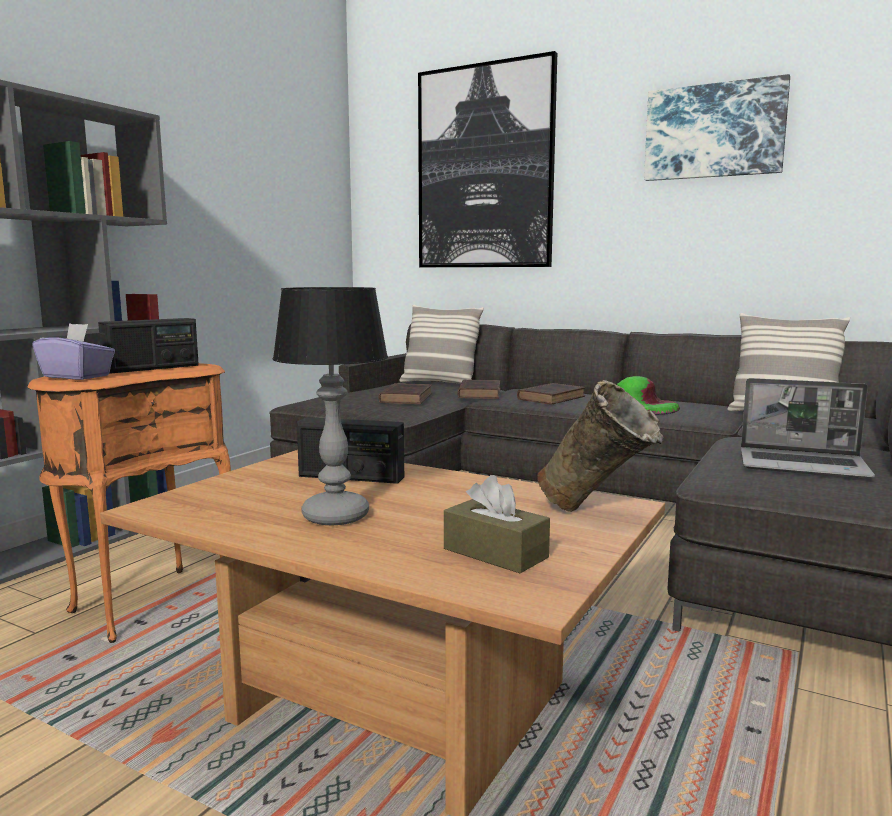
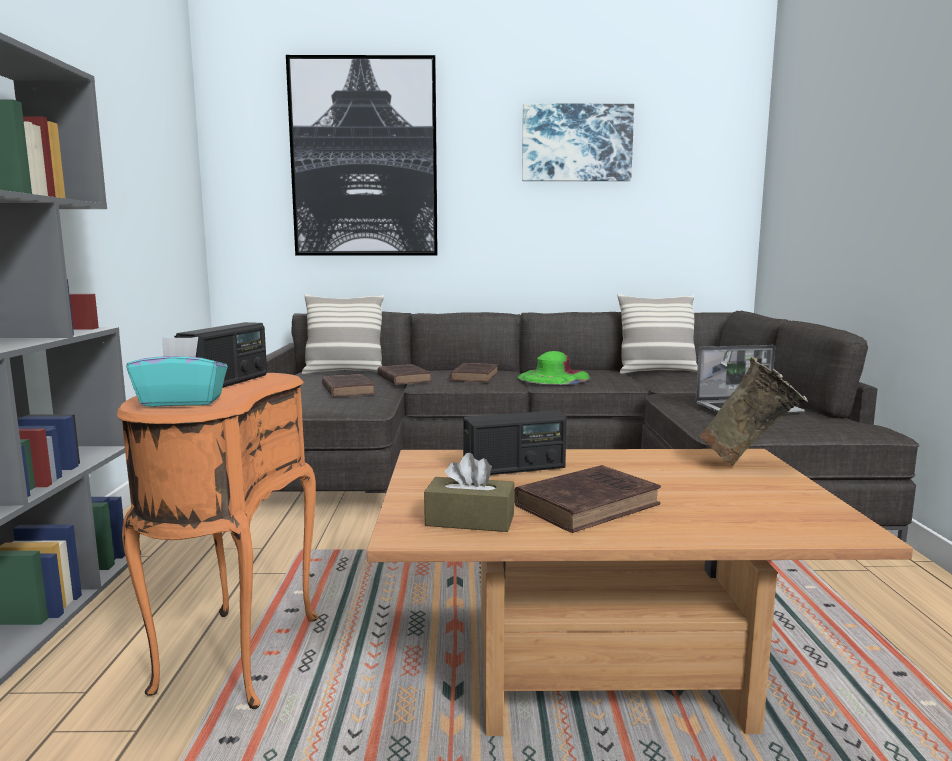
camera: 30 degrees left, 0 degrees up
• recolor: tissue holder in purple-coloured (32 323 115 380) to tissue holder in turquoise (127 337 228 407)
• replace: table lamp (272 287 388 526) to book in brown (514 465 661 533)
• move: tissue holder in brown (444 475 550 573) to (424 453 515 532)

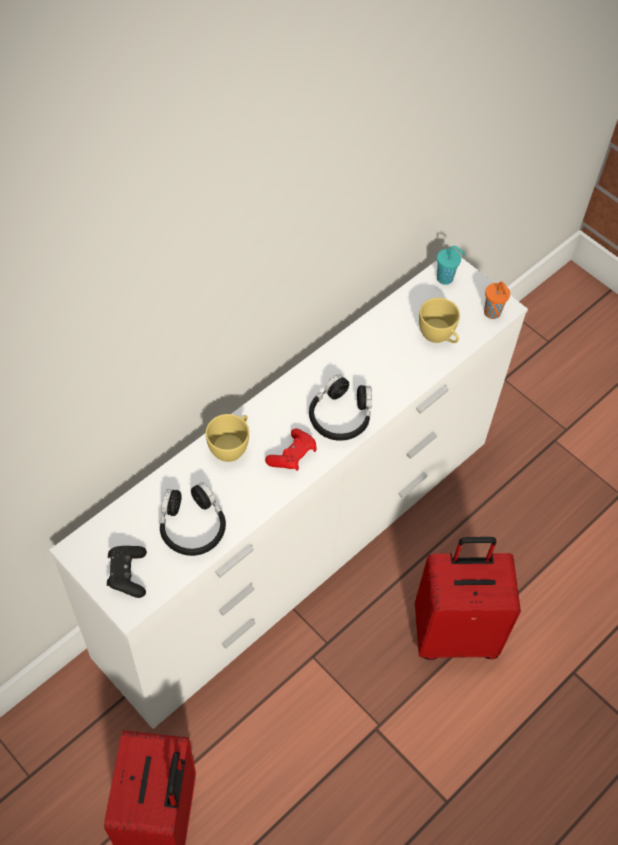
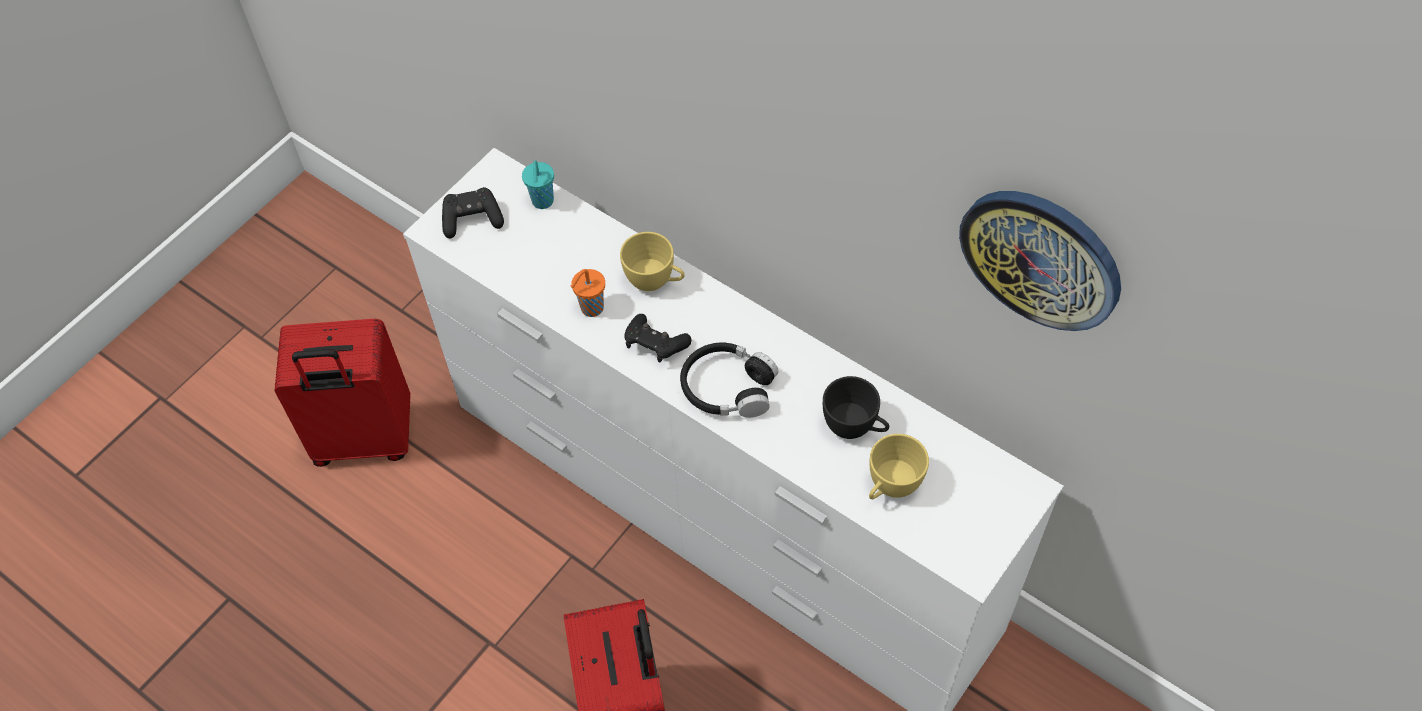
camera: 85 degrees right, 0 degrees up
• delete: headphones in black (160 482 226 556)
• recolor: game controller in reddish (265 428 316 471) to game controller in black (625 314 691 362)
• move: small cup in turquoise (437 246 465 285) to (522 160 554 209)
• move: small cup in orangey (484 282 510 319) to (571 269 605 317)
• insert: small cup in black (823 376 889 439)
• insert: clock on the wall (959 191 1121 331)

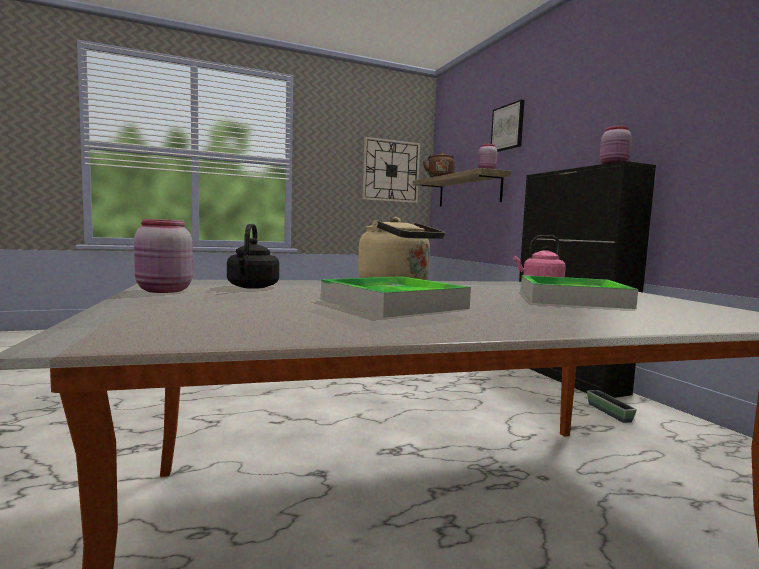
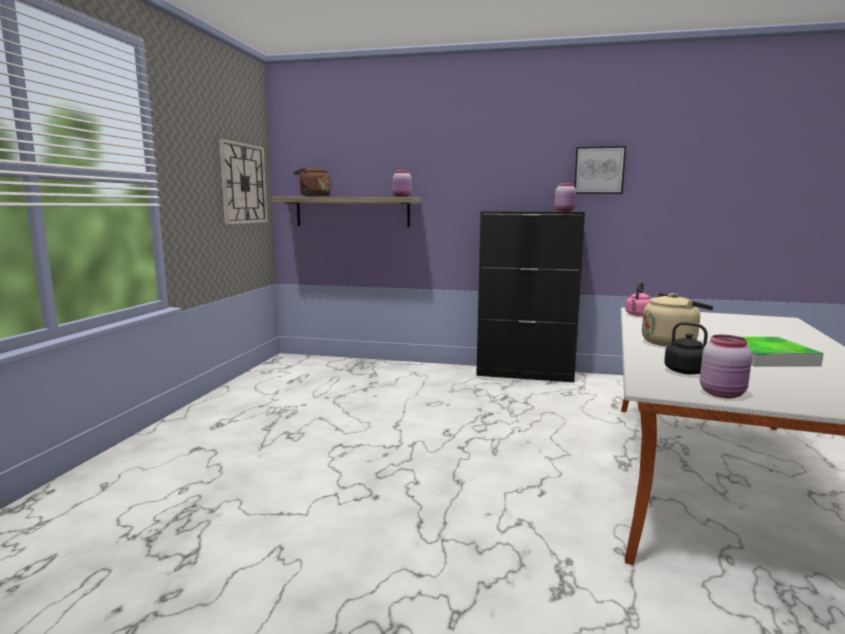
camera: 55 degrees left, 5 degrees up
• move: picture (491 100 524 152) to (574 146 626 194)
• delete: carrying tray (521 275 638 309)
• delete: flower pot (587 390 637 423)

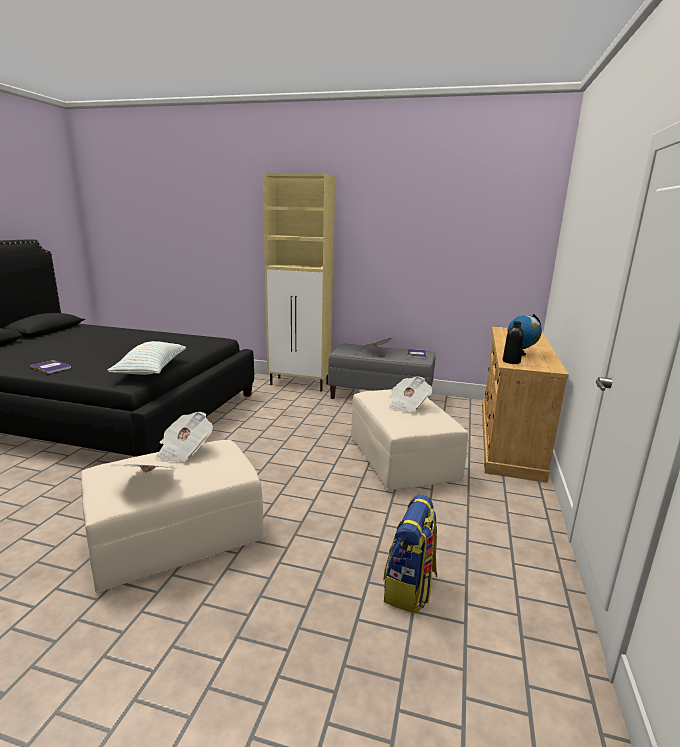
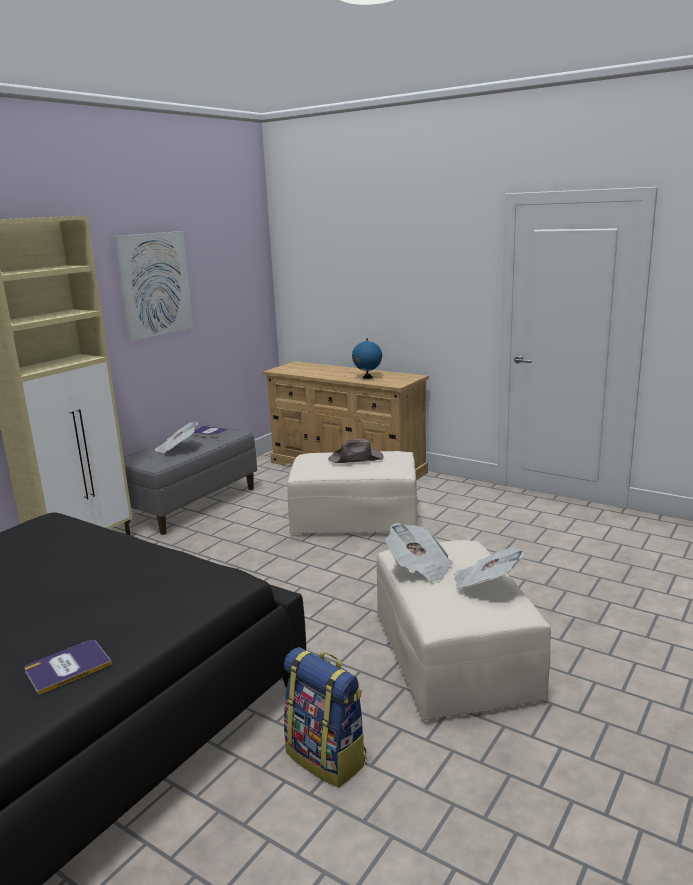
camera: 70 degrees left, 0 degrees up
• delete: cushion (108 341 186 375)
• move: knapsack (383 494 437 614) to (284 647 367 788)
• replace: printed paper (389 376 432 412) to wearable hat in brown (328 439 384 463)
• delete: drink bottle in black (503 321 524 364)
• insert: picture (114 231 194 342)

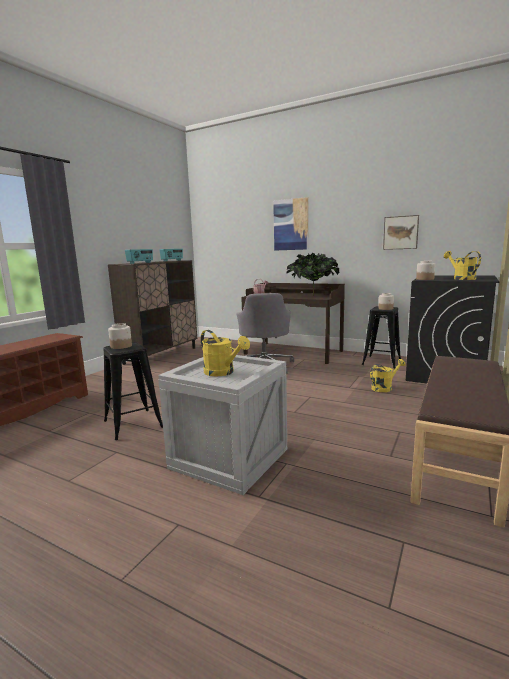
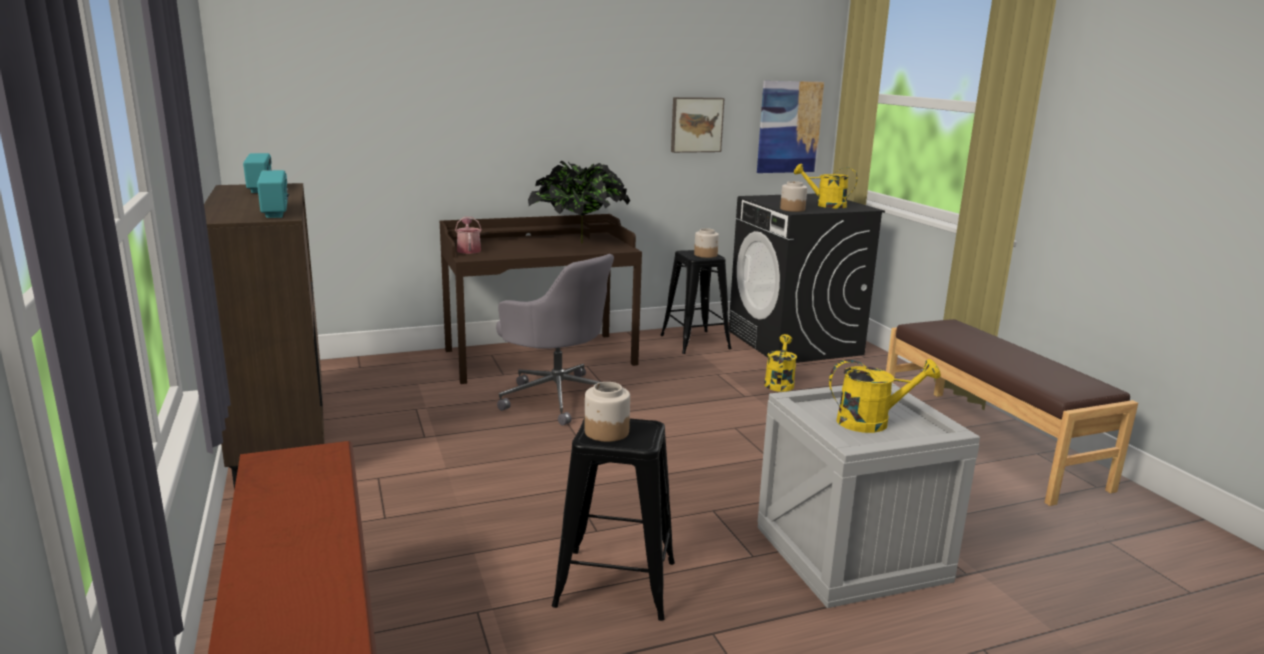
camera: 50 degrees left, 5 degrees up
• move: picture (273 197 308 251) to (757 81 824 173)

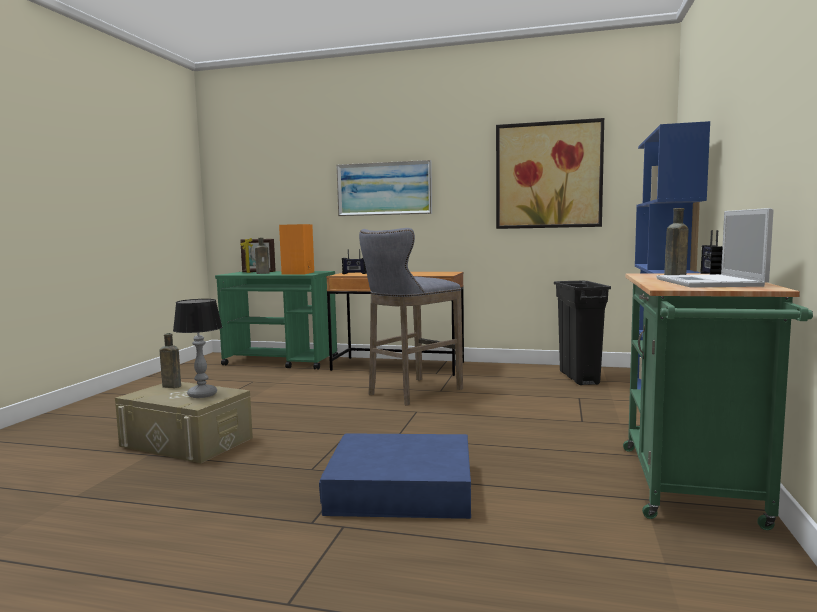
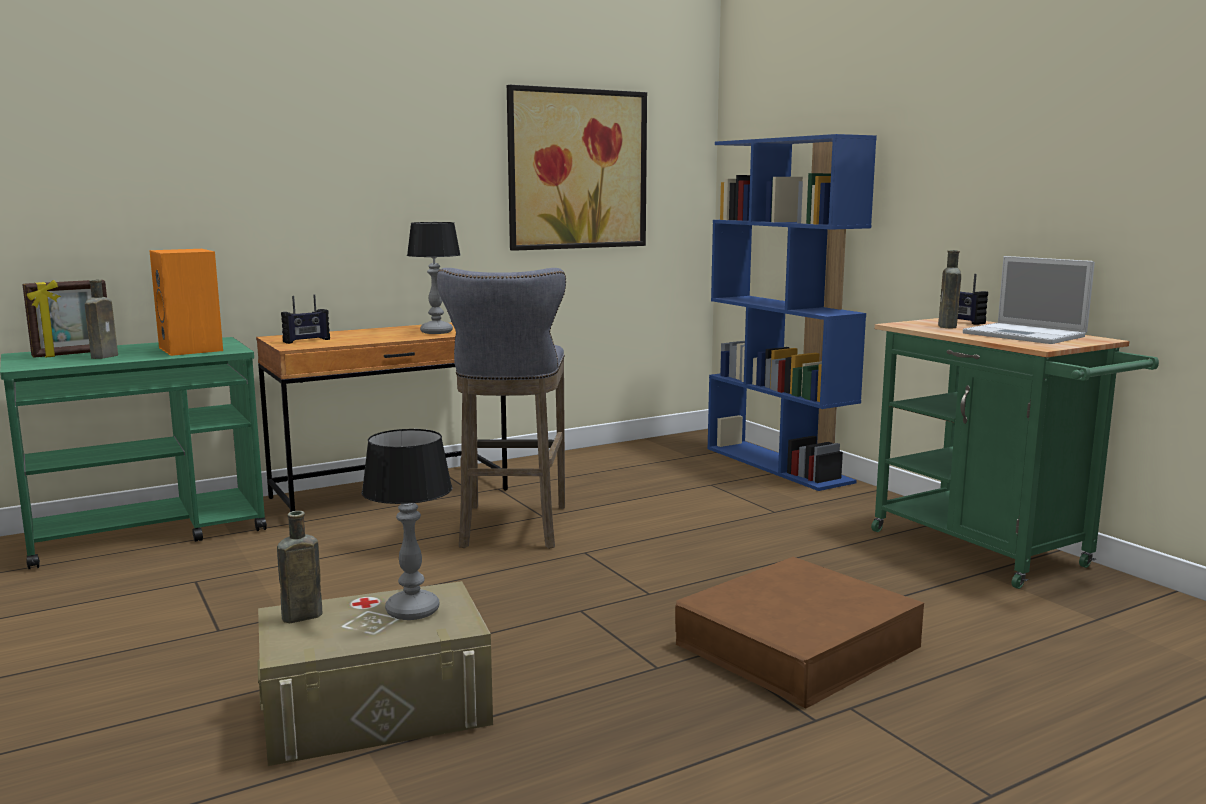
camera: 45 degrees left, 5 degrees up
• recolor: storage bin in blue (319 433 471 519) to storage bin in brown (675 557 924 708)
• delete: picture (337 160 432 216)
• delete: rubbish bin in black (554 281 611 385)
• insert: table lamp (407 222 461 334)

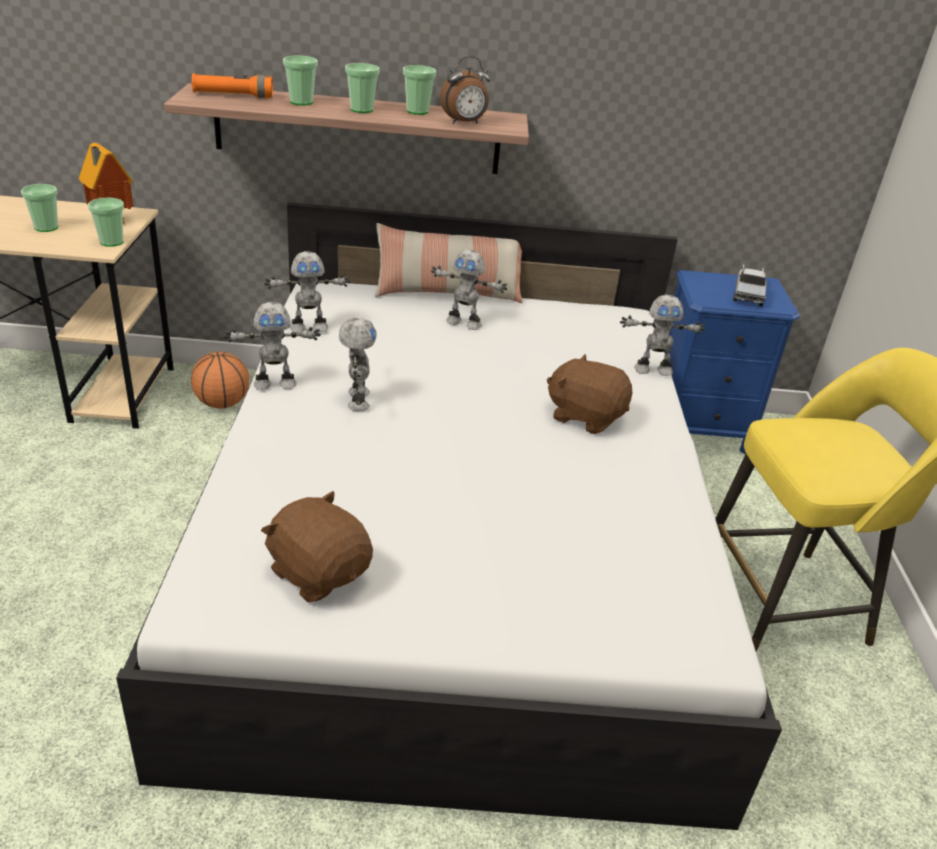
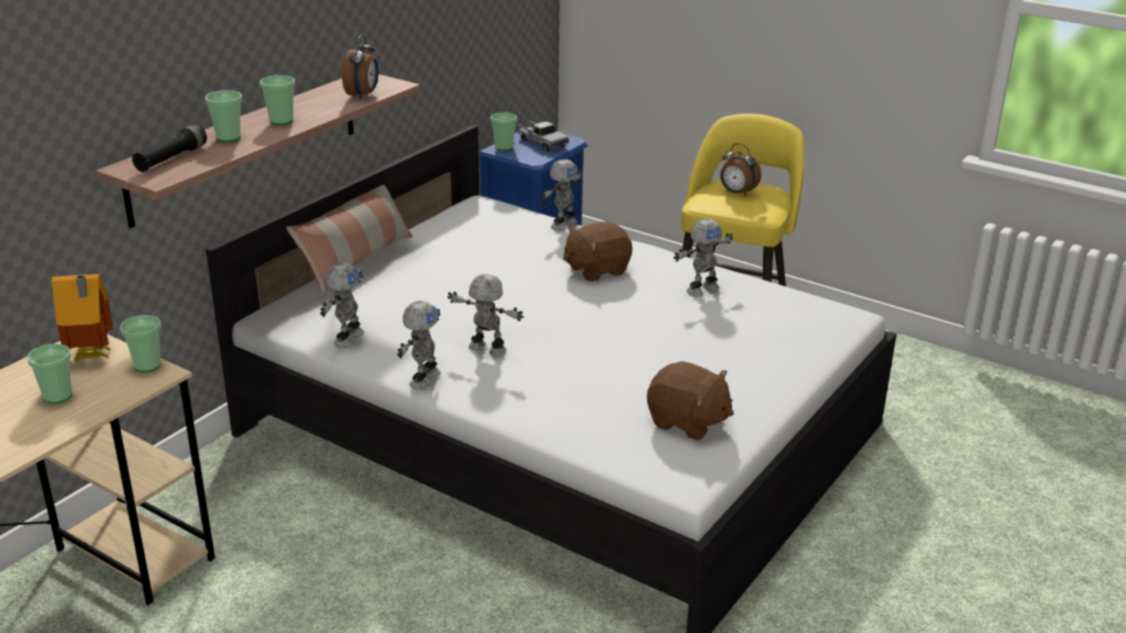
camera: 55 degrees left, 5 degrees down
• delete: ball for basketball (191 352 249 409)
• recolor: hand torch in orangey (192 73 273 98) to hand torch in black (132 124 207 172)
• rotate: plush toy in brown (261 491 373 602) = (647 361 734 440) 135 degrees counterclockwise
• move: small cup (403 65 436 115) to (490 112 517 151)
• move: robot figure (431 250 507 330) to (674 219 733 297)
• insert: alarm clock (720 143 761 196)

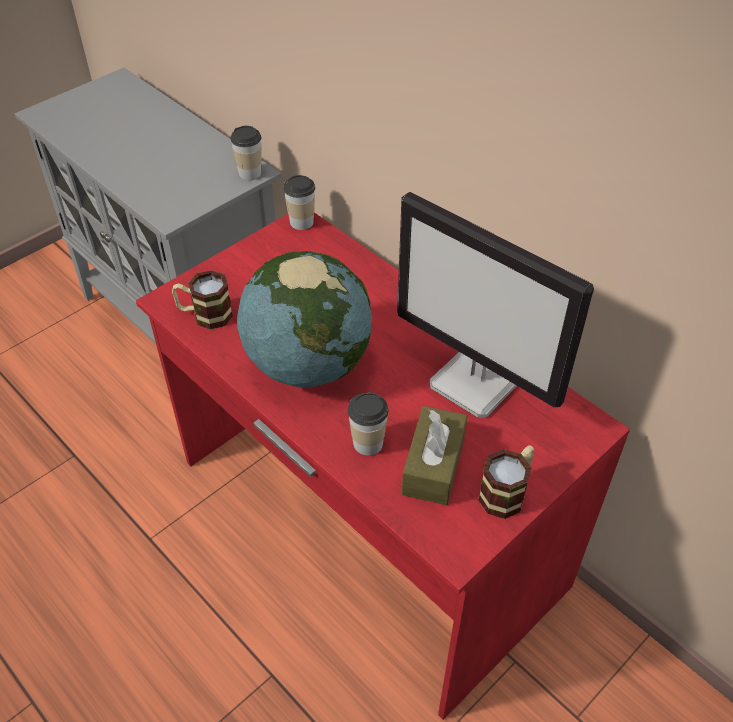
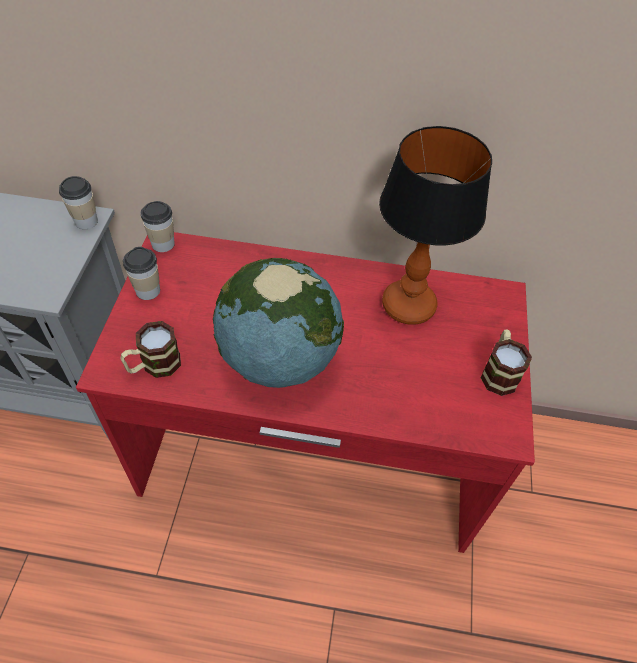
camera: 40 degrees left, 5 degrees up
• move: small cup (348 392 388 456) to (123 247 160 300)
• replace: monitor (397 192 594 418) to table lamp (379 126 492 325)
• delete: tissue holder in brown (402 406 467 505)

